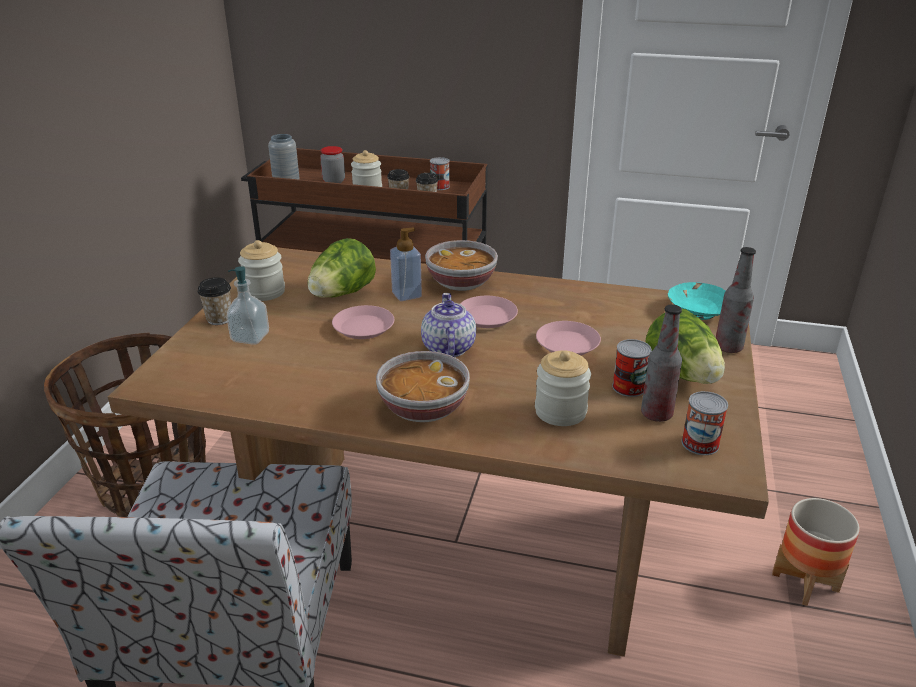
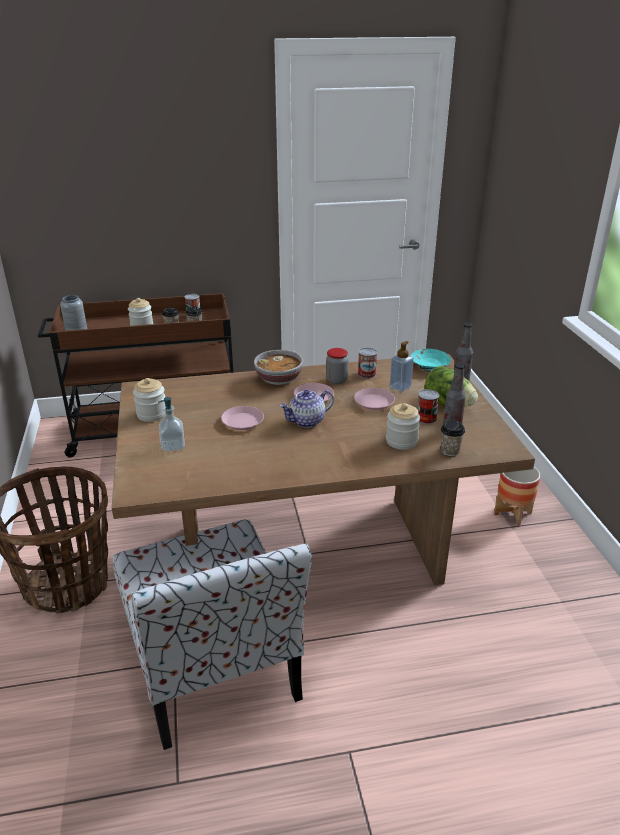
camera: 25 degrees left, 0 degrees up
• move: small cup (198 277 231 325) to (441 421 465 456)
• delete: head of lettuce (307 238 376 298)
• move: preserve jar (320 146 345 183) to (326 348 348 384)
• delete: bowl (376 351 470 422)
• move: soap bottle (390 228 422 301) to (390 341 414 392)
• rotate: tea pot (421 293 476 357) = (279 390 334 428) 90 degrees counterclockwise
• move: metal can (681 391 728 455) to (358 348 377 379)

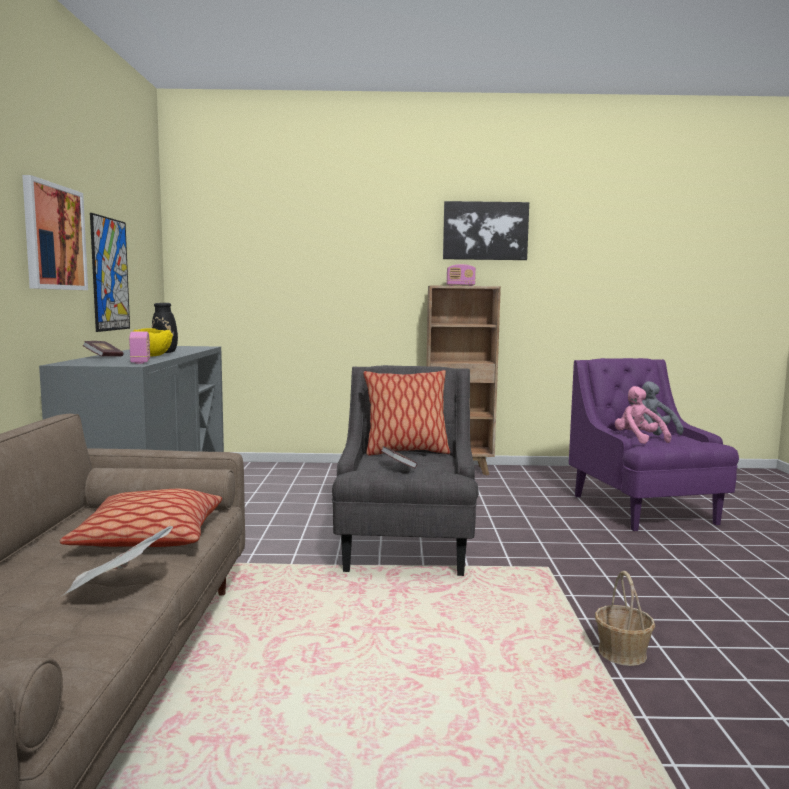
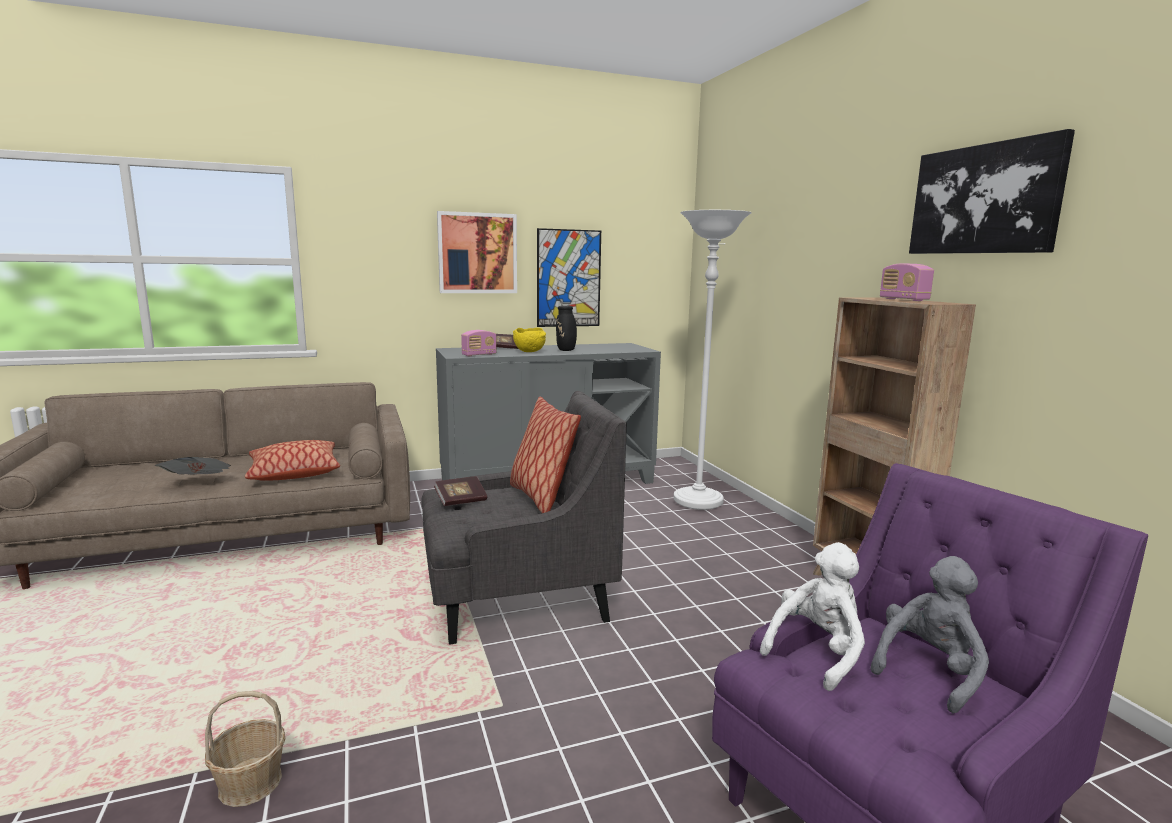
camera: 70 degrees right, 5 degrees up
• recolor: plush toy in pinkish (615 386 671 444) to plush toy in whitish (760 542 865 691)
• insert: standard lamp in whitish (674 210 752 510)

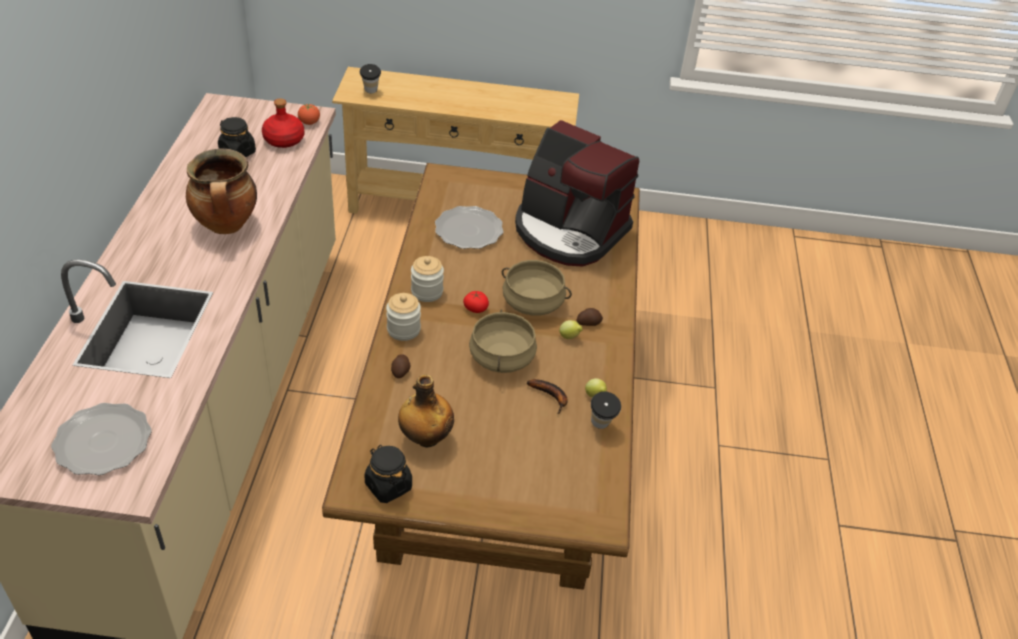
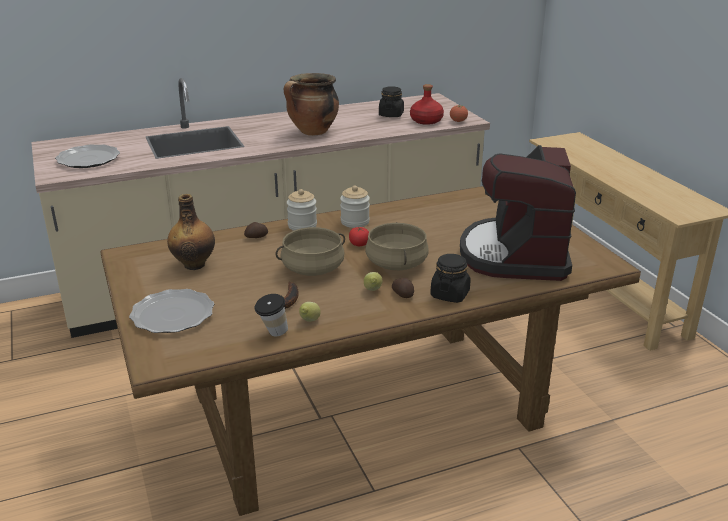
camera: 65 degrees right, 15 degrees down
• delete: small cup (360 64 381 93)
• move: preserve jar in black (364 445 412 503) to (430 254 471 303)
• move: dinner plate (435 206 504 249) to (129 289 214 333)

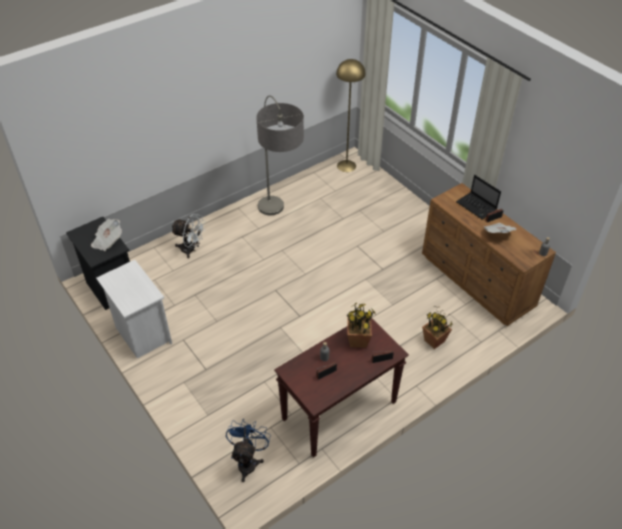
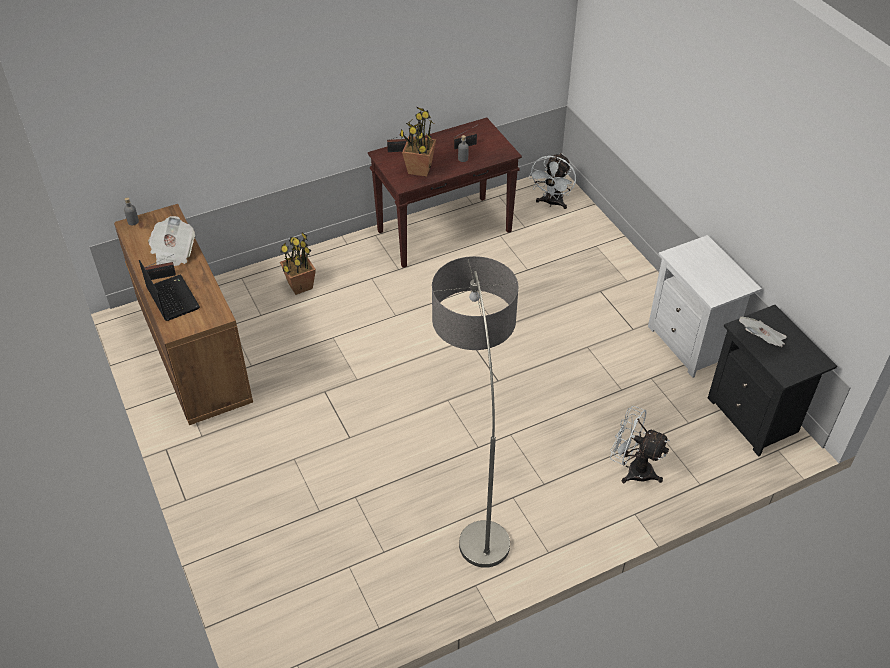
camera: 170 degrees left, 0 degrees up
• recolor: fan in blue (226 418 271 482) to fan in whitish (528 153 576 209)
• delete: standard lamp in yellow (336 59 366 172)

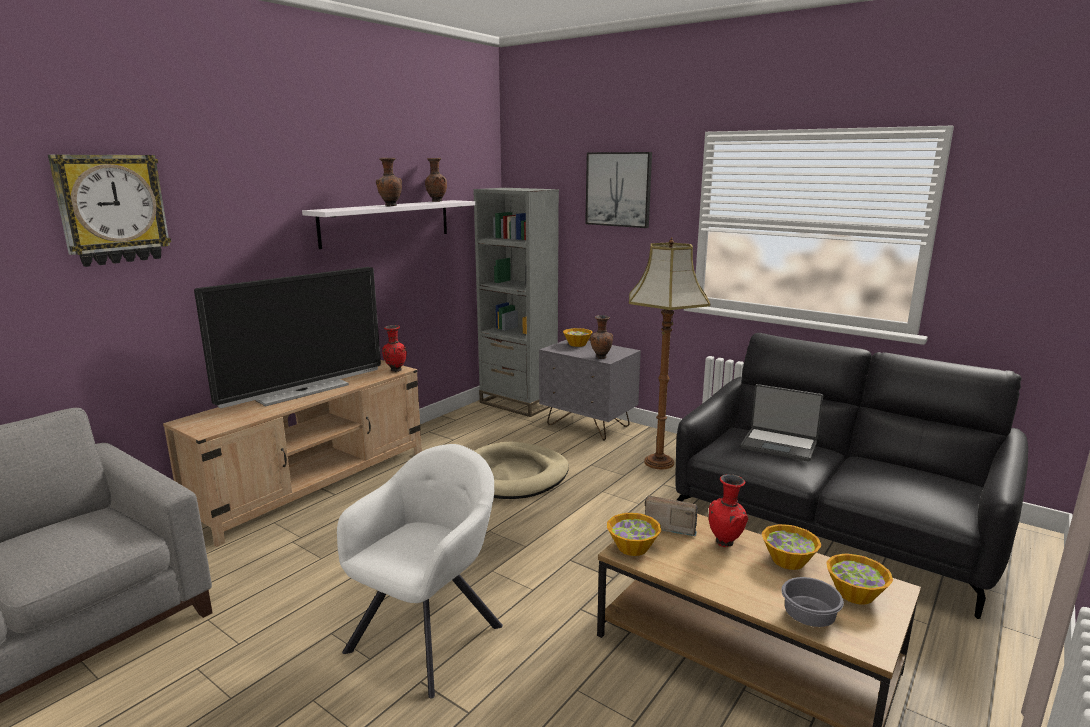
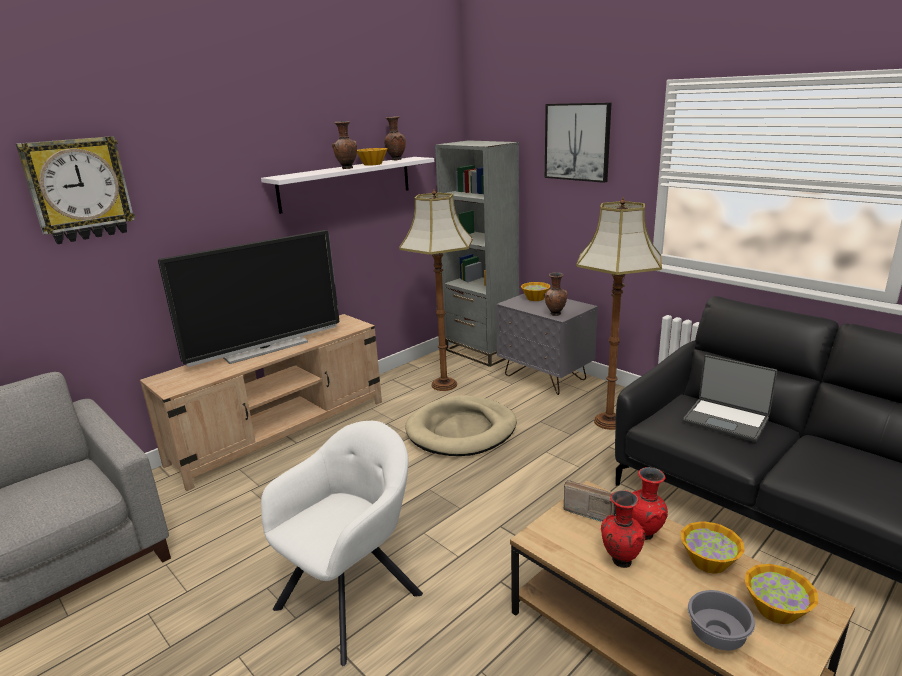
camera: 10 degrees right, 5 degrees up
• move: decorative vase in reddish (382 325 407 372) to (601 490 646 568)
• move: bowl (607 513 661 556) to (357 148 387 166)
• insert: standard lamp (399 189 473 391)

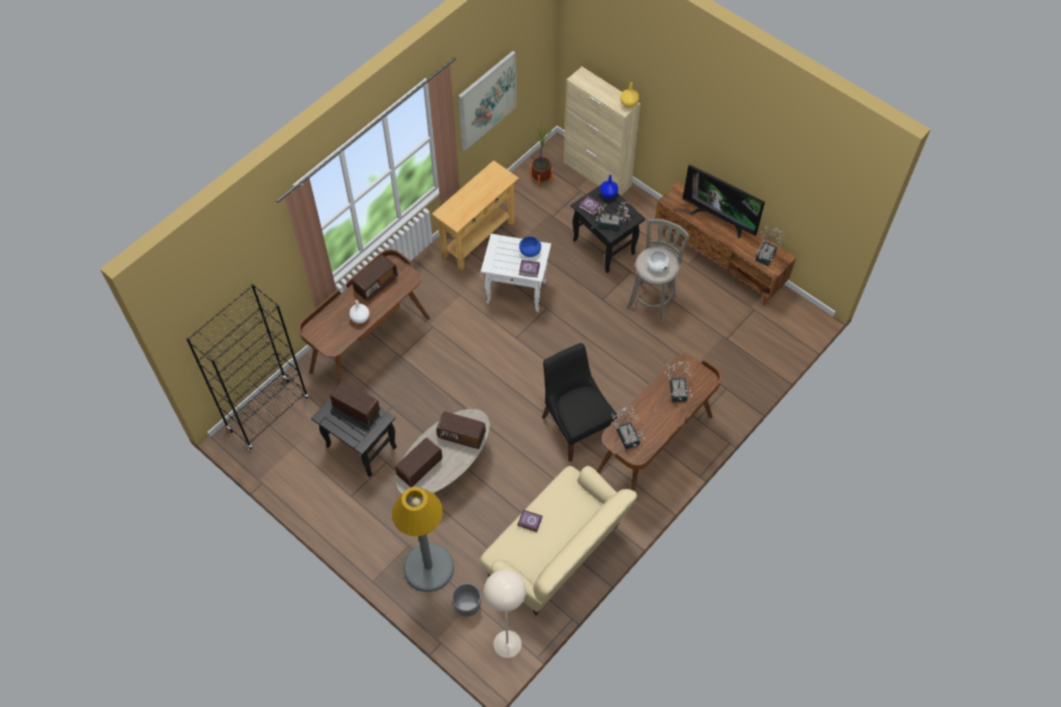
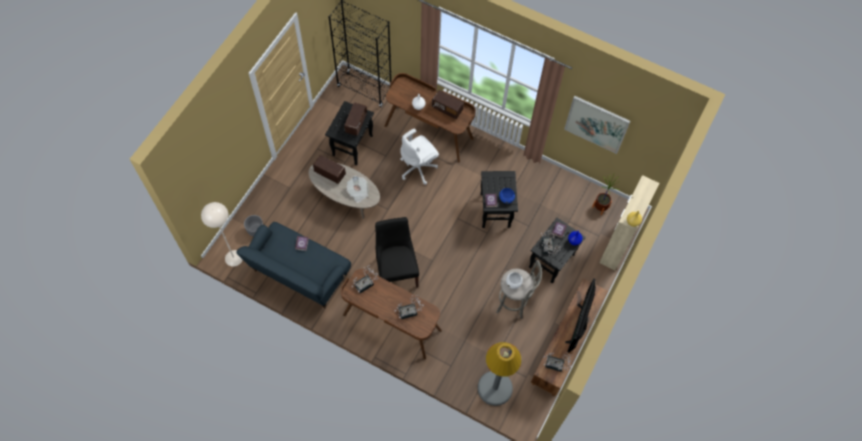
camera: 75 degrees right, 5 degrees up
• move: standard lamp in grey (392 487 454 592) to (478 342 522 406)
• delete: narrow table in beige (432 160 519 271)
• replace: radio (437 411 486 449) to printed paper (347 175 369 203)
• recolor: couch in beige (479 466 638 616) to couch in blue (236 222 351 309)
• recolor: end table in whitish (481 234 551 312) to end table in black (480 171 518 228)
• rotate: chair in black (542 343 618 462) = (375 217 419 287) 60 degrees counterclockwise
• insert: computer chair in whitish (400 129 439 185)

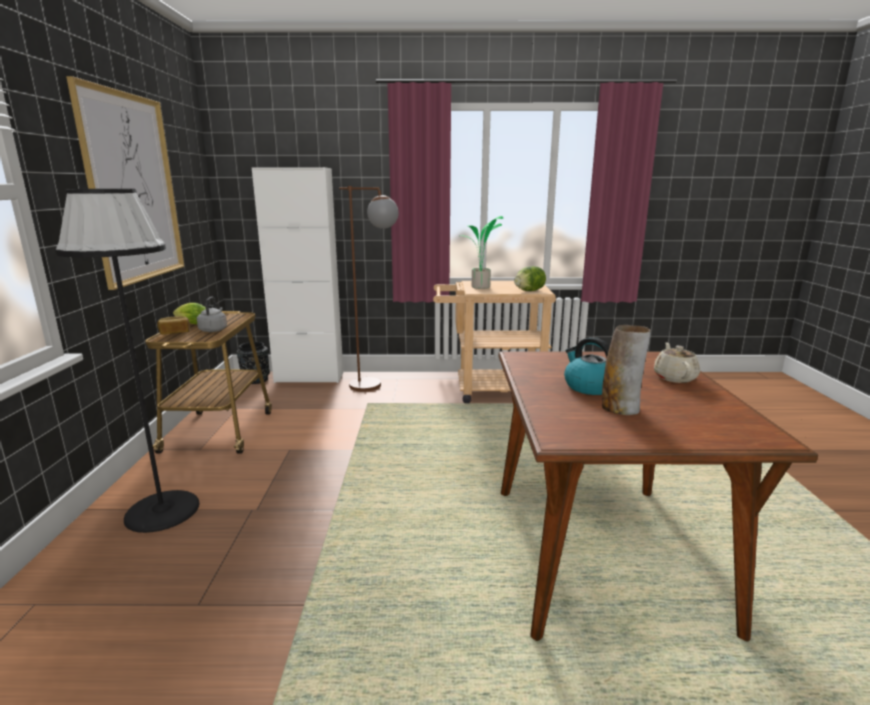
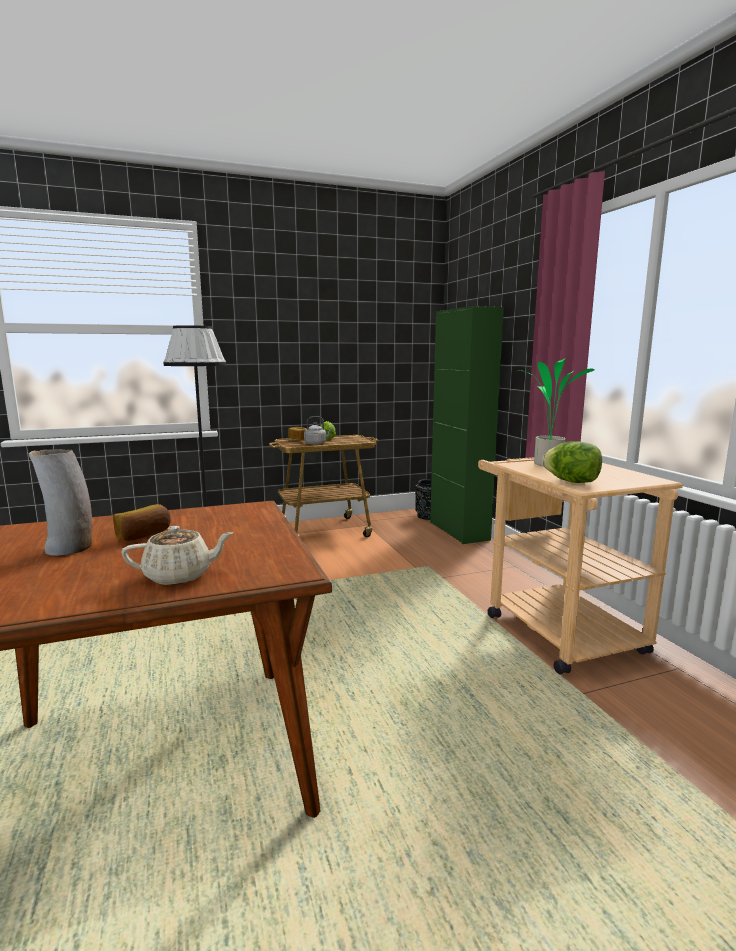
camera: 70 degrees right, 5 degrees down
• delete: picture (66 76 184 290)
• recolor: cabinet in whitish (252 167 343 383) to cabinet in green-coloured (430 306 504 544)
• delete: standard lamp in brown (339 186 399 391)
• replace: tea kettle (564 337 610 395) to bread (113 504 171 541)

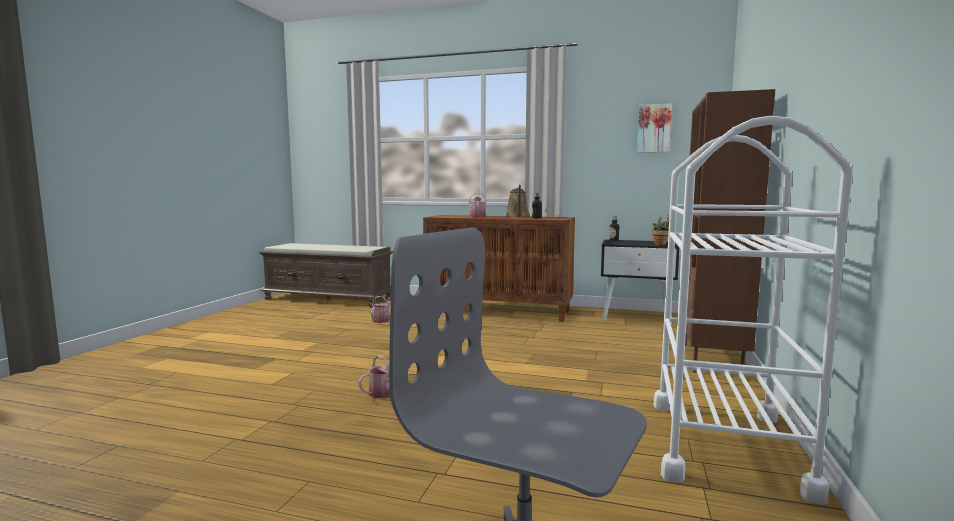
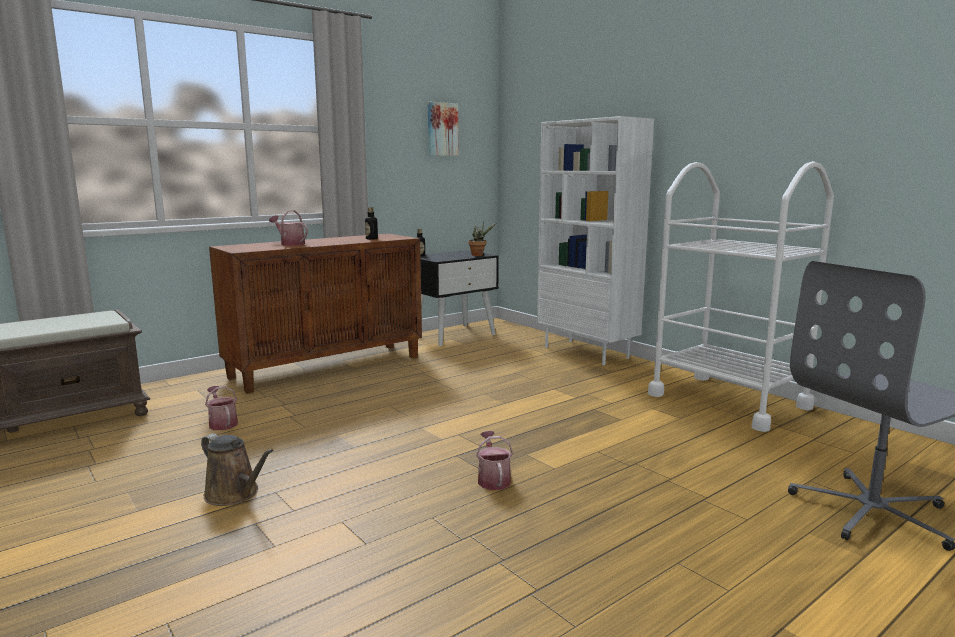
camera: 55 degrees left, 5 degrees up
• move: sprinkling can in brown (506 185 530 218) to (201 433 274 506)
• recolor: shelving unit in brown (685 89 775 373) to shelving unit in whitish (537 116 654 365)

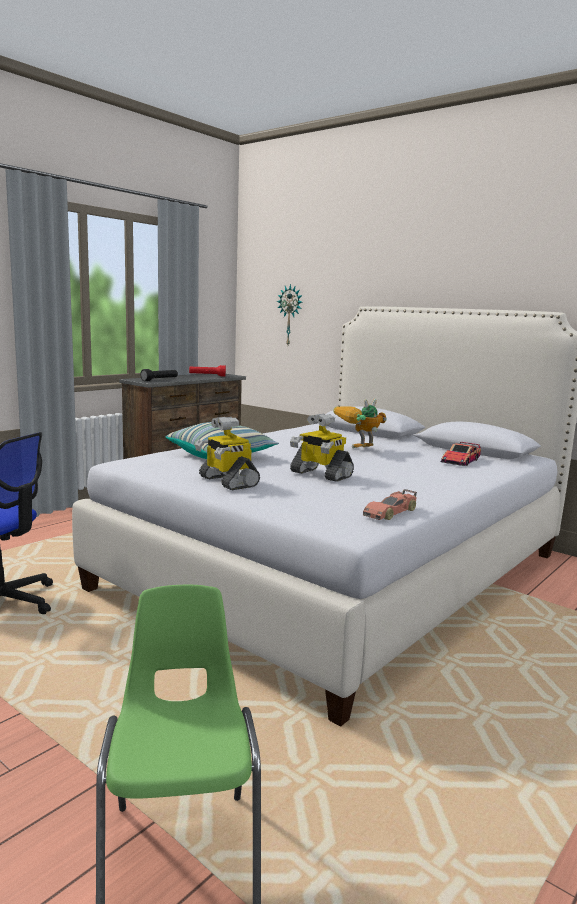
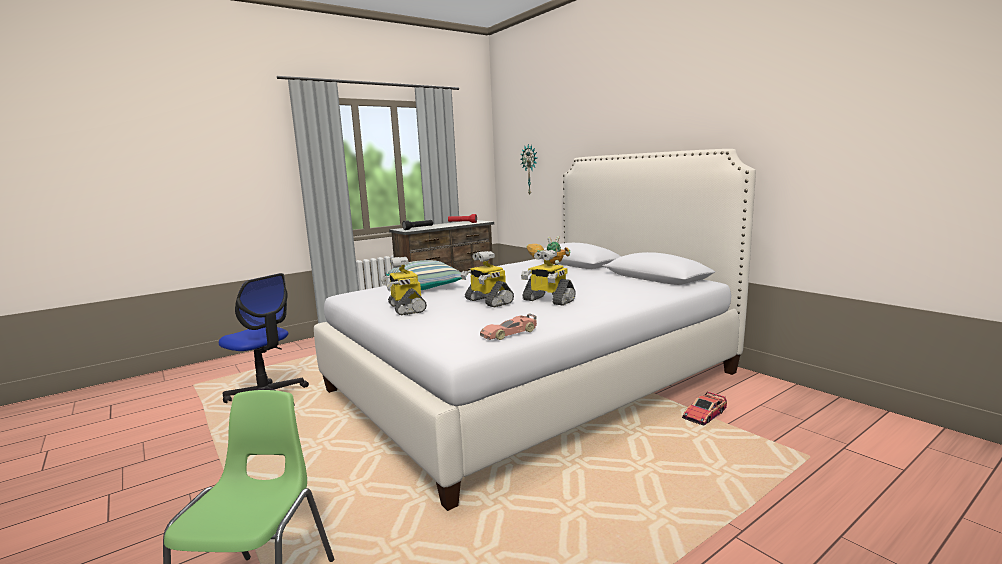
camera: 15 degrees right, 0 degrees up
• move: toy car (441 442 481 466) to (682 391 727 425)
• insert: robot figure (521 250 576 306)

